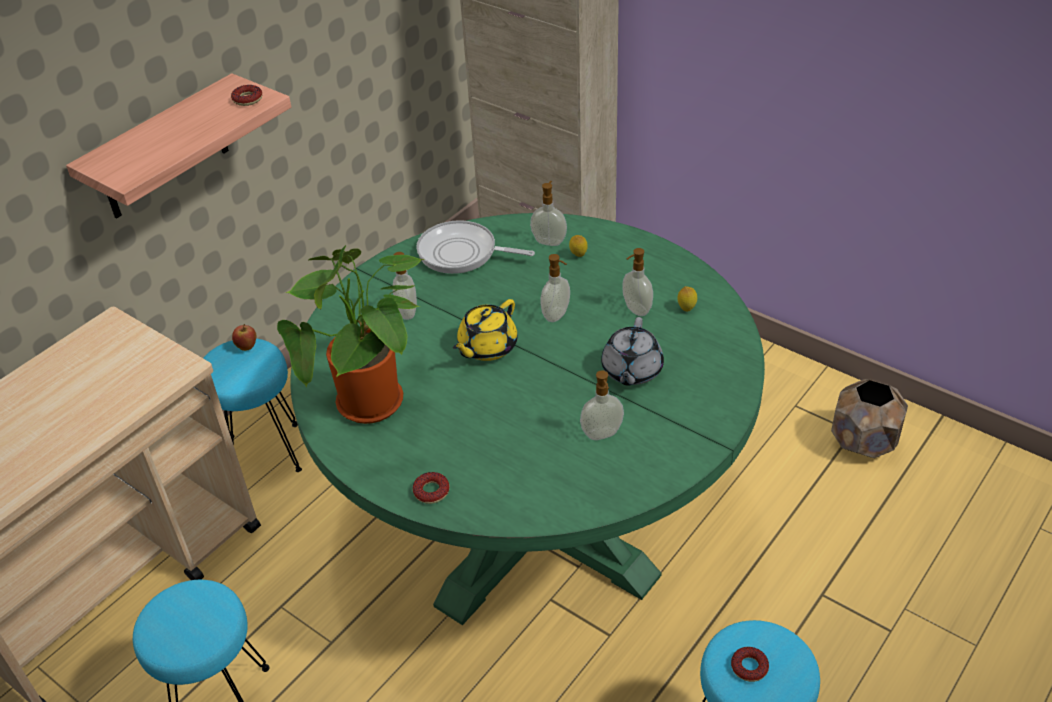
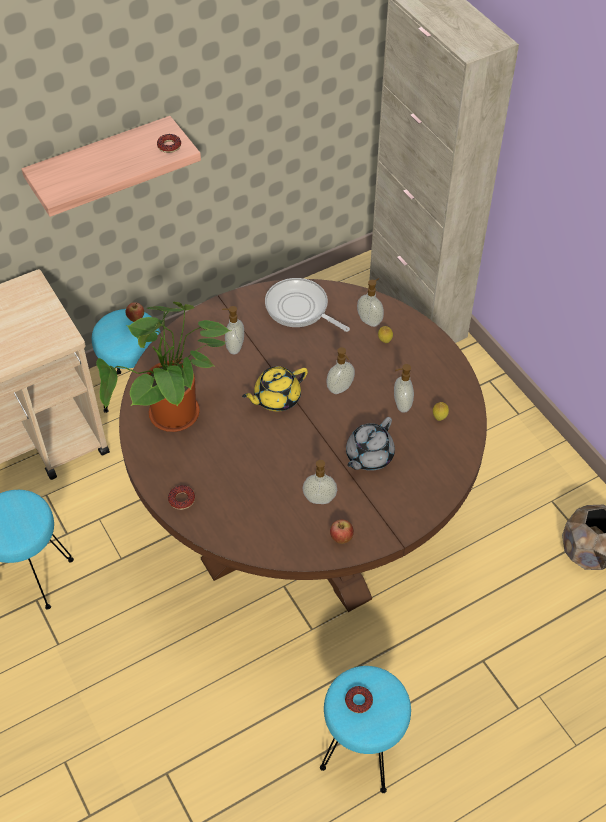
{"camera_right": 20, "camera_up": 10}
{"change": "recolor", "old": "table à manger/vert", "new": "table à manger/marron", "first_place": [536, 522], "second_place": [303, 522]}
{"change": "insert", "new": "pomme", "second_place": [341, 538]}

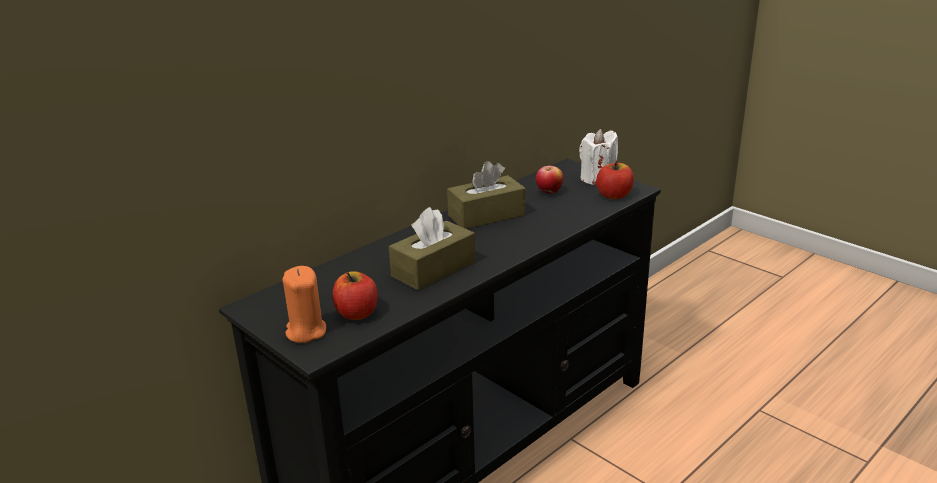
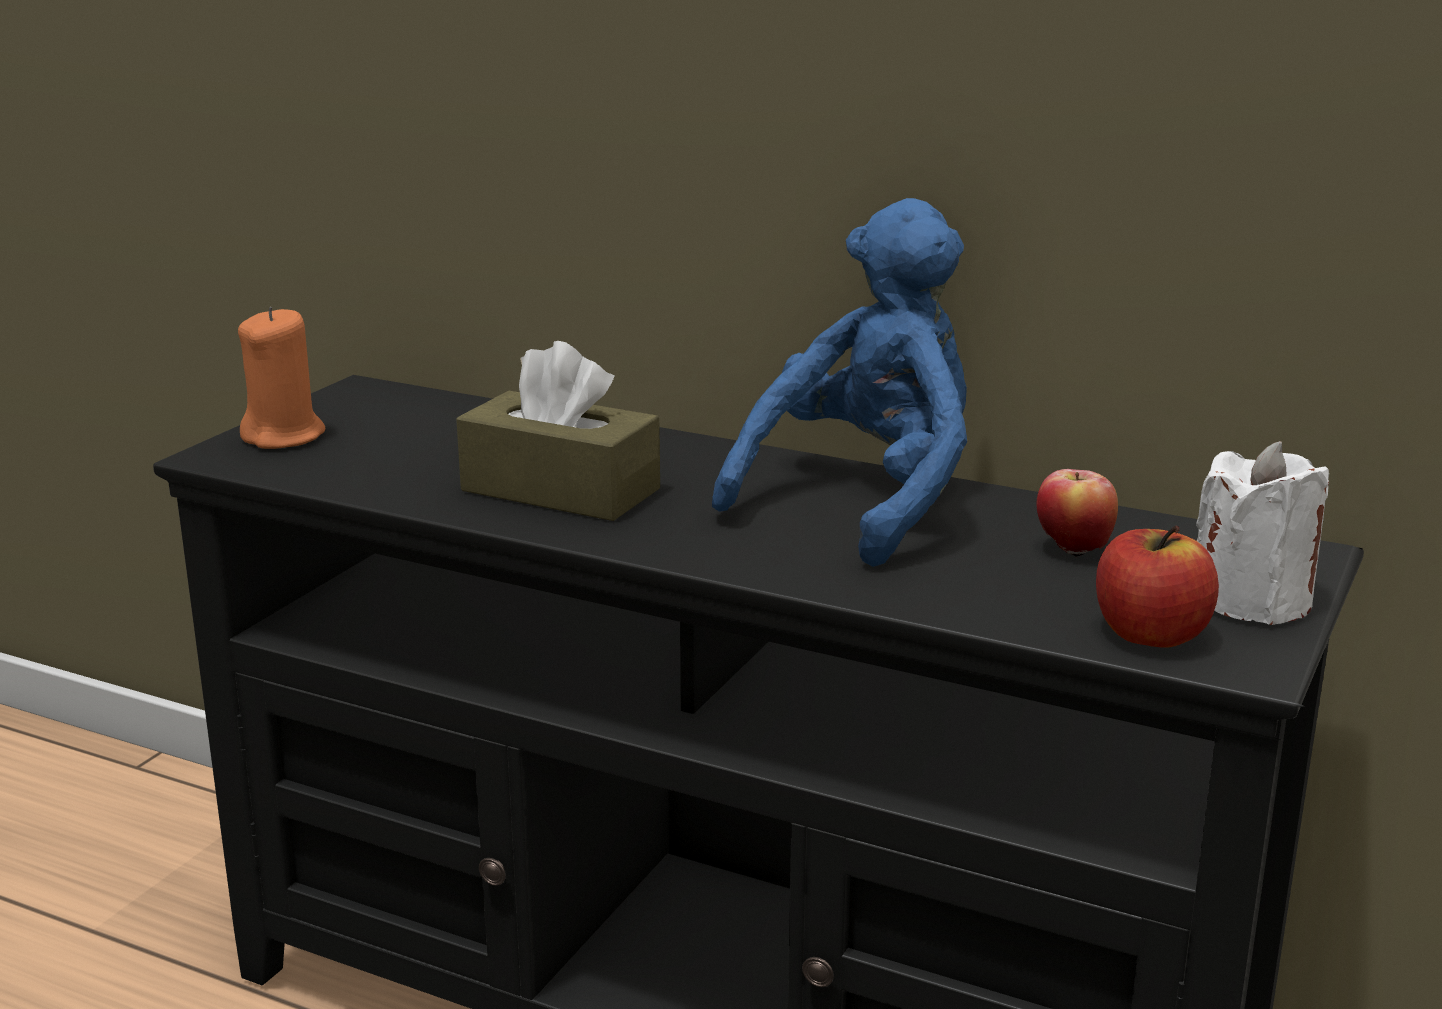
{"camera_right": 70, "camera_up": -5}
{"change": "replace", "old": "boîte à mouchoirs/marron", "new": "peluche/bleu", "first_place": [486, 215], "second_place": [866, 501]}
{"change": "delete", "old": "pomme", "first_place": [357, 313]}

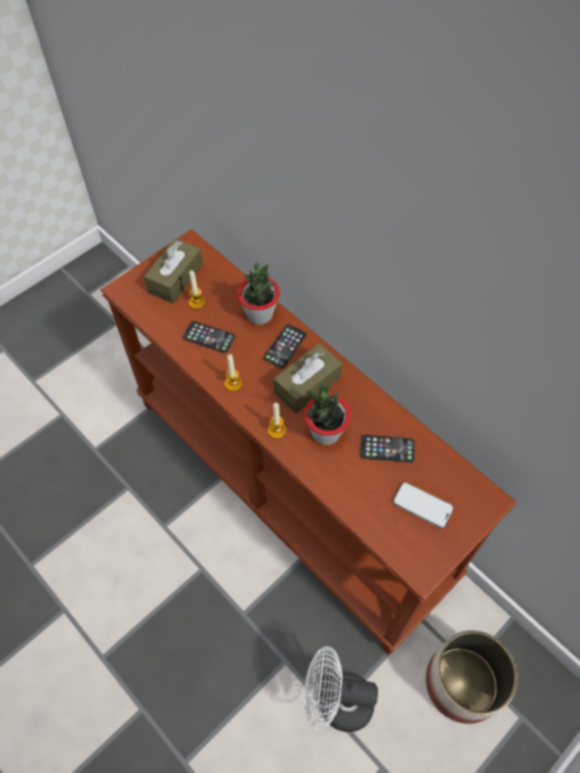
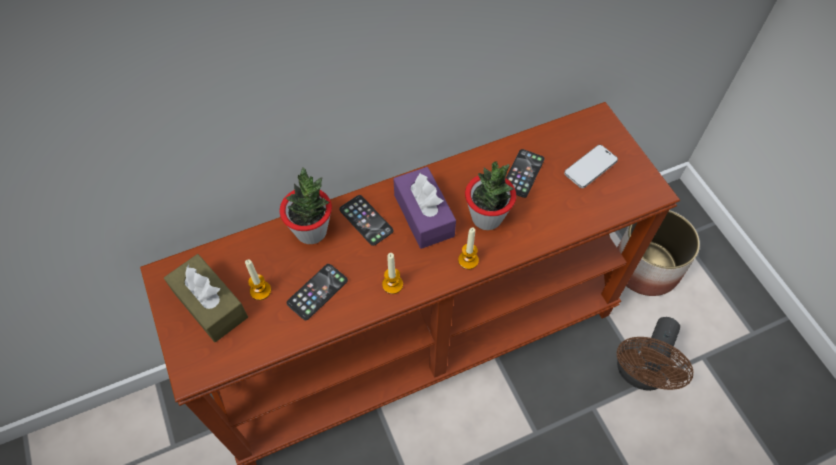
{"camera_right": -70, "camera_up": 0}
{"change": "recolor", "old": "boîte à mouchoirs/marron", "new": "boîte à mouchoirs/violet", "first_place": [307, 385], "second_place": [424, 215]}
{"change": "recolor", "old": "ventilateur/blanc", "new": "ventilateur/marron", "first_place": [336, 701], "second_place": [640, 374]}

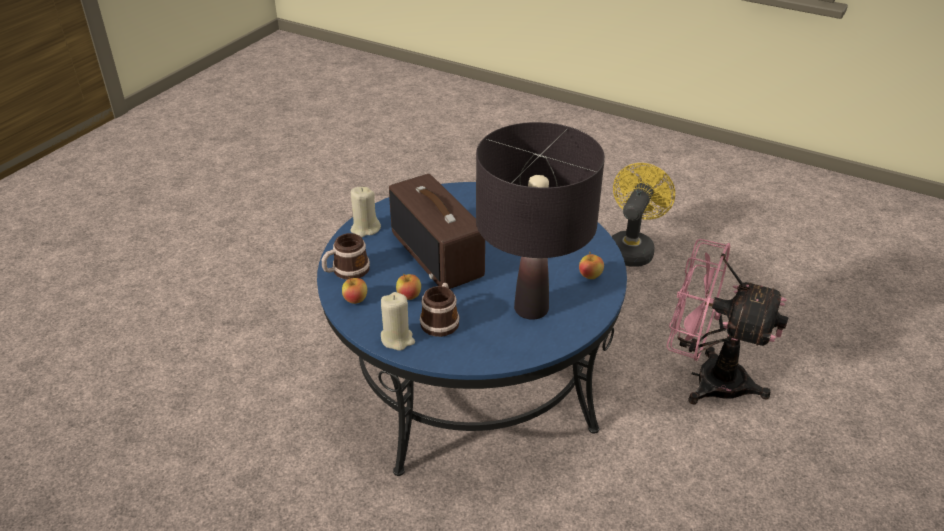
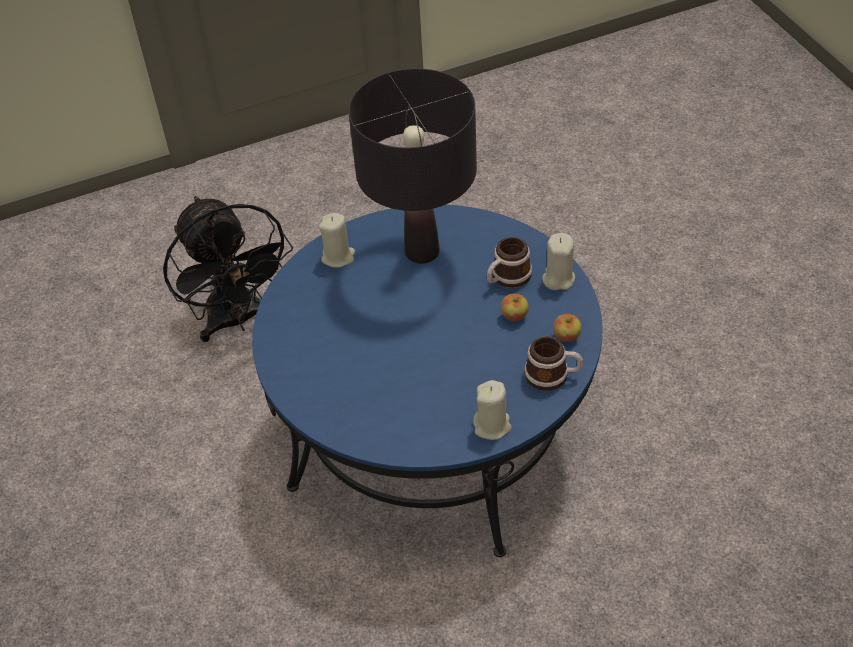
{"camera_right": -140, "camera_up": 10}
{"change": "recolor", "old": "ventilateur/rose", "new": "ventilateur/noir", "first_place": [706, 379], "second_place": [238, 320]}
{"change": "replace", "old": "pomme", "new": "bougie/beige", "first_place": [590, 276], "second_place": [338, 257]}
{"change": "delete", "old": "radio", "first_place": [438, 254]}
{"change": "delete", "old": "ventilateur/jaune", "first_place": [632, 248]}

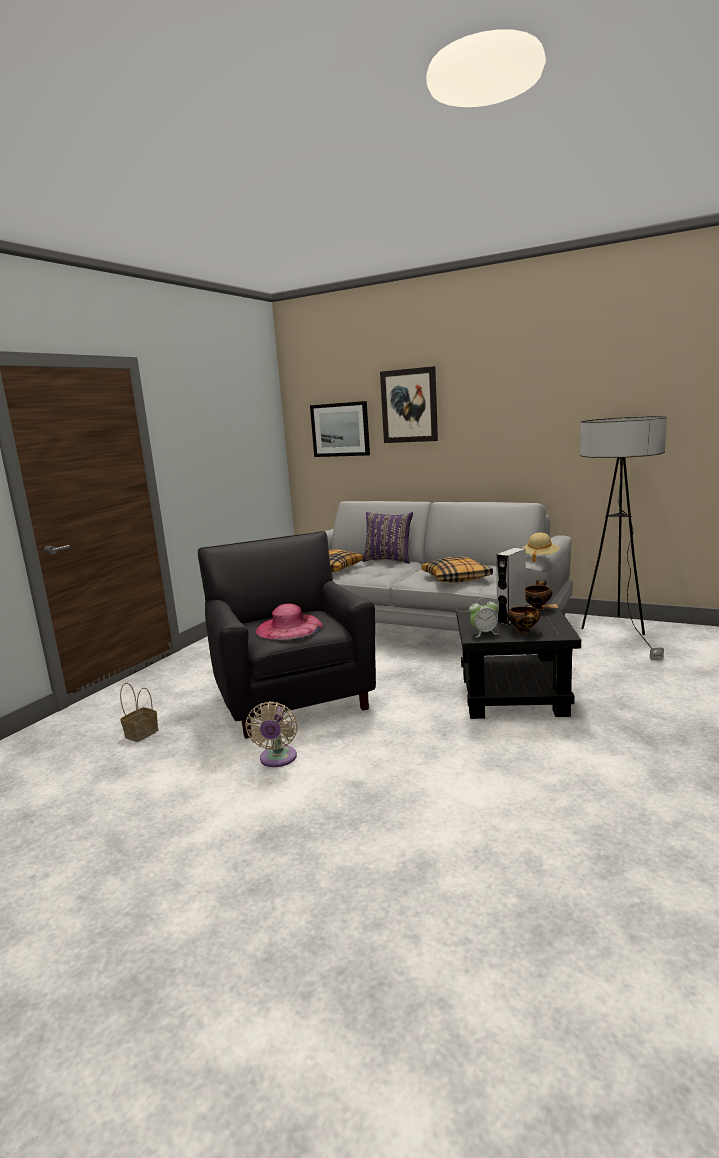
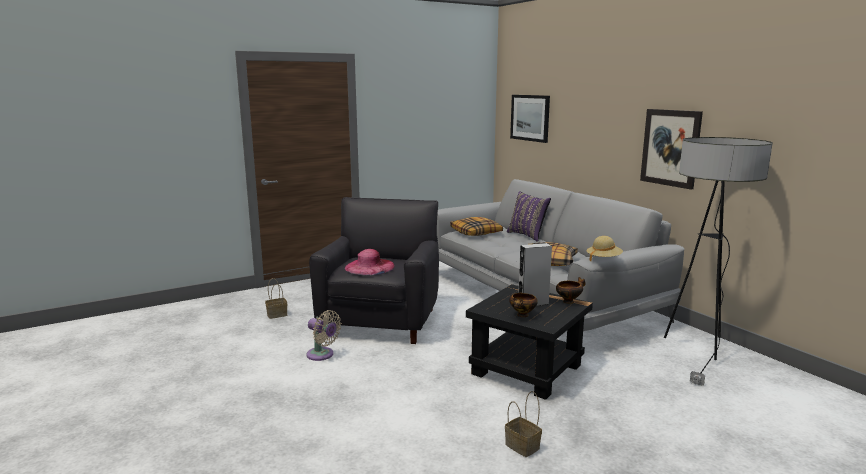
{"camera_right": 30, "camera_up": 0}
{"change": "rotate", "old": "ventilateur/beige", "first_place": [277, 759], "second_place": [322, 355], "degrees": -90}
{"change": "insert", "new": "panier", "second_place": [521, 446]}
{"change": "move", "old": "tableau", "first_place": [409, 406], "second_place": [670, 148]}
{"change": "delete", "old": "réveil", "first_place": [484, 633]}

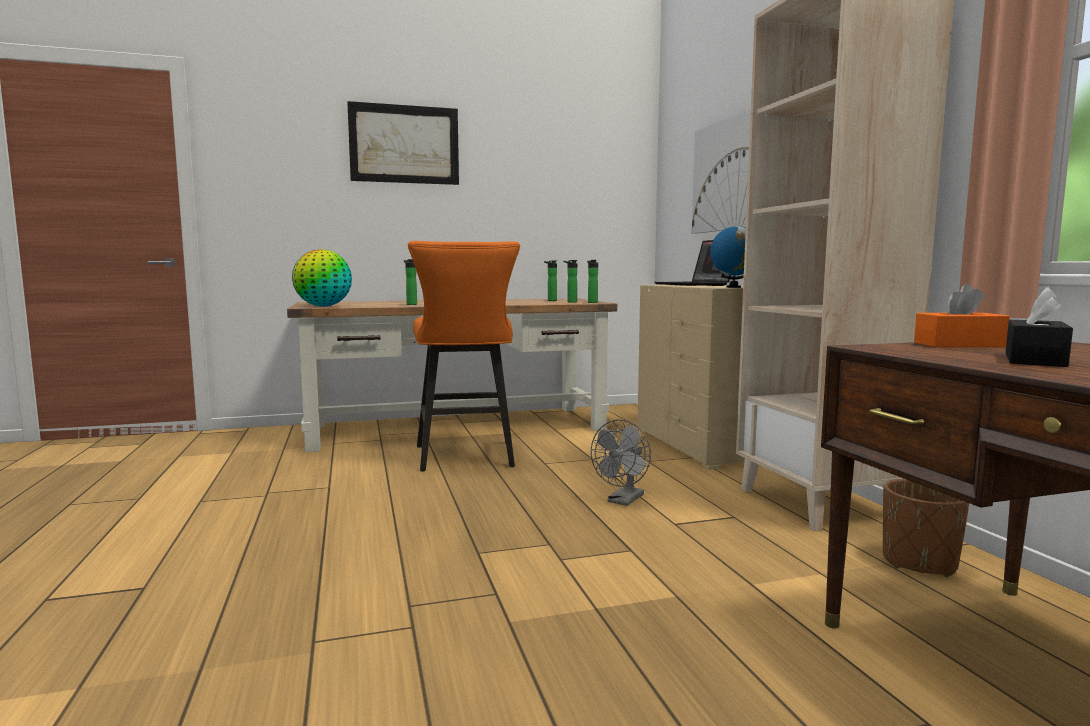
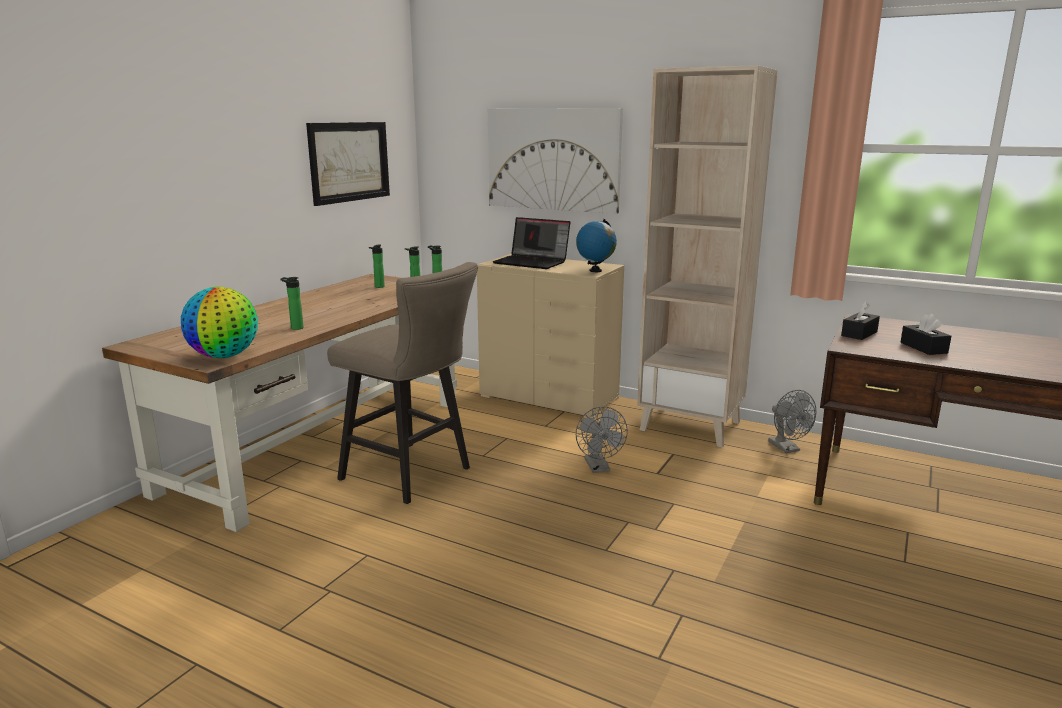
{"camera_right": -45, "camera_up": 10}
{"change": "move", "old": "tableau", "first_place": [404, 144], "second_place": [349, 161]}
{"change": "recolor", "old": "tabouret/orange", "new": "tabouret/beige", "first_place": [466, 458], "second_place": [413, 475]}
{"change": "replace", "old": "cache-pot/marron", "new": "ventilateur/gris", "first_place": [919, 563], "second_place": [787, 448]}
{"change": "recolor", "old": "boîte à mouchoirs/orange", "new": "boîte à mouchoirs/noir", "first_place": [959, 345], "second_place": [859, 334]}

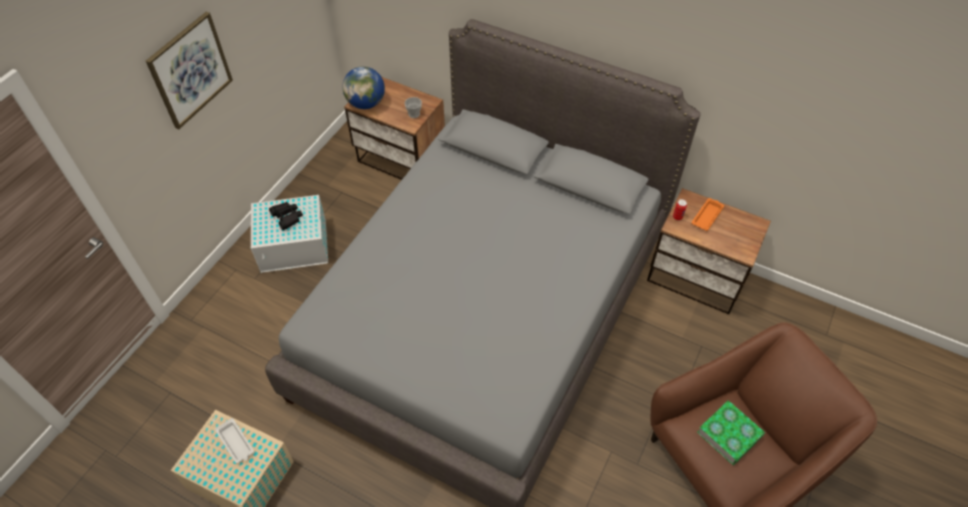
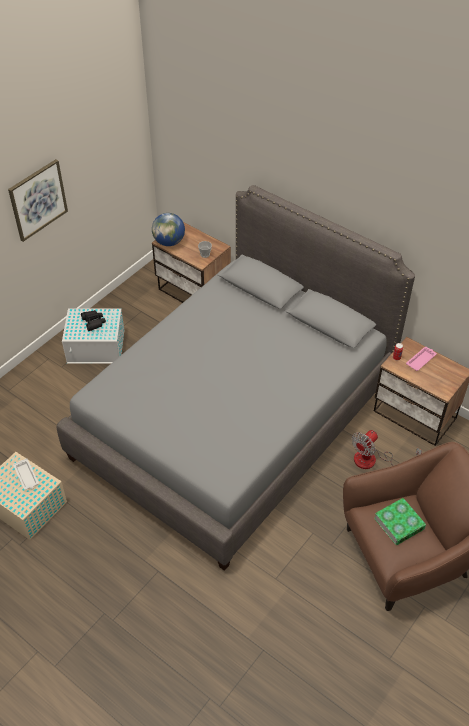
{"camera_right": 10, "camera_up": -5}
{"change": "insert", "new": "ventilateur", "second_place": [373, 460]}
{"change": "recolor", "old": "plateau/orange", "new": "plateau/rose", "first_place": [707, 216], "second_place": [421, 360]}

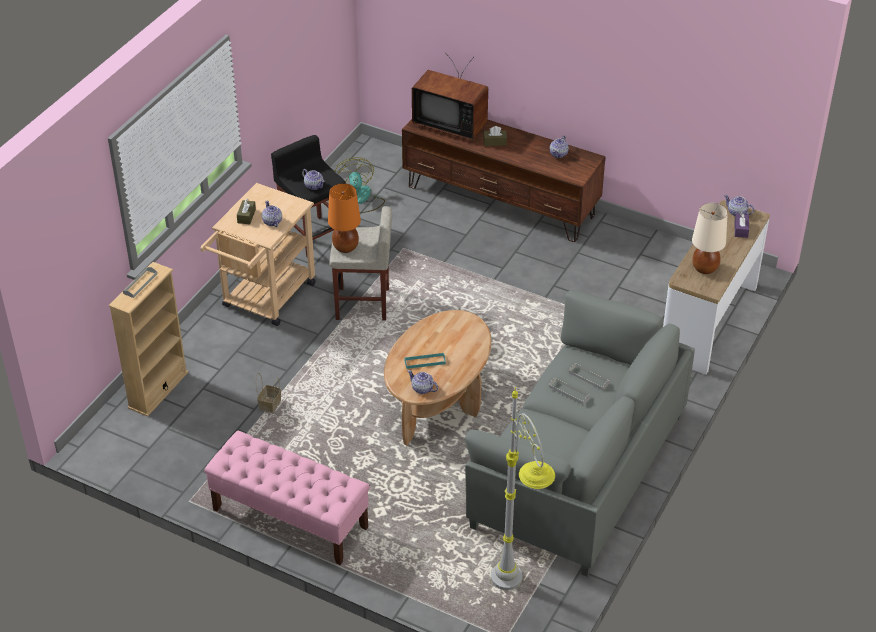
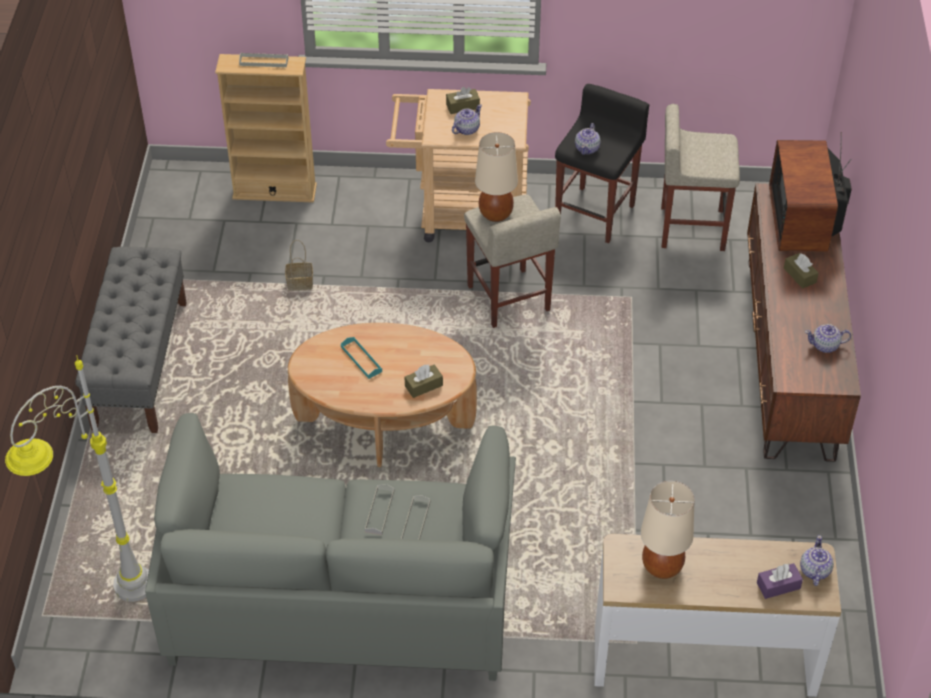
{"camera_right": 65, "camera_up": 5}
{"change": "recolor", "old": "banc/rose", "new": "banc/gris", "first_place": [289, 519], "second_place": [140, 364]}
{"change": "insert", "new": "boîte à mouchoirs/marron", "second_place": [423, 386]}
{"change": "recolor", "old": "lampe de table/orange", "new": "lampe de table/beige", "first_place": [346, 247], "second_place": [496, 214]}
{"change": "replace", "old": "ventilateur", "new": "tabouret/beige", "first_place": [360, 200], "second_place": [691, 228]}
{"change": "delete", "old": "théière", "first_place": [422, 389]}

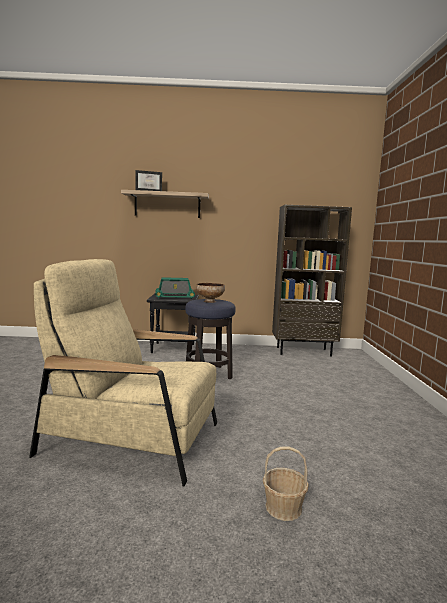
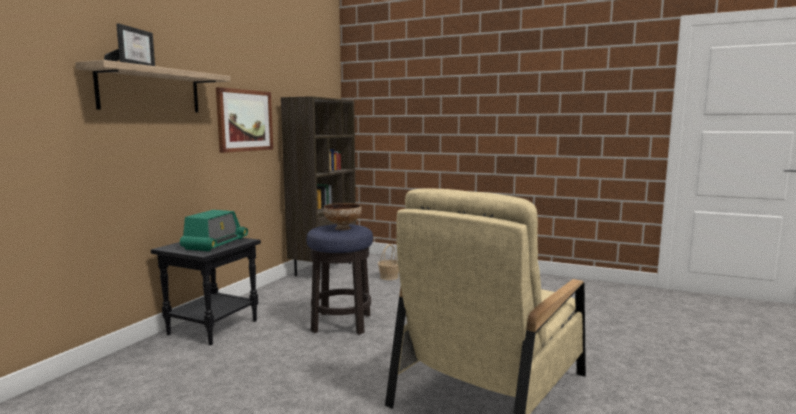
{"camera_right": -65, "camera_up": 0}
{"change": "insert", "new": "tableau", "second_place": [245, 120]}
{"change": "move", "old": "panier", "first_place": [283, 507], "second_place": [389, 277]}

